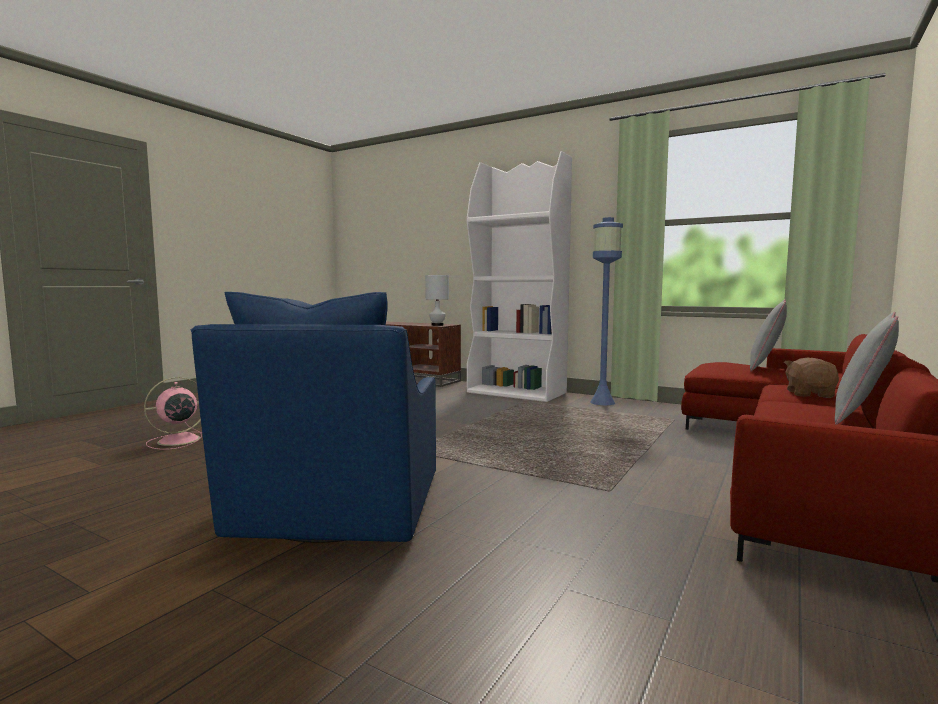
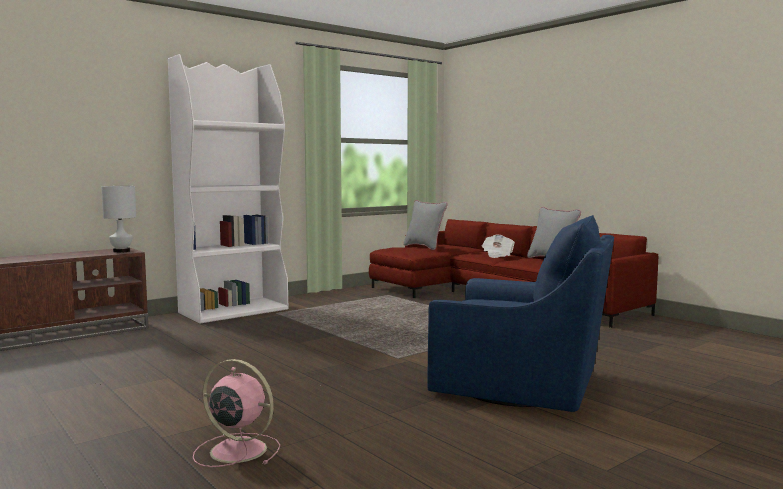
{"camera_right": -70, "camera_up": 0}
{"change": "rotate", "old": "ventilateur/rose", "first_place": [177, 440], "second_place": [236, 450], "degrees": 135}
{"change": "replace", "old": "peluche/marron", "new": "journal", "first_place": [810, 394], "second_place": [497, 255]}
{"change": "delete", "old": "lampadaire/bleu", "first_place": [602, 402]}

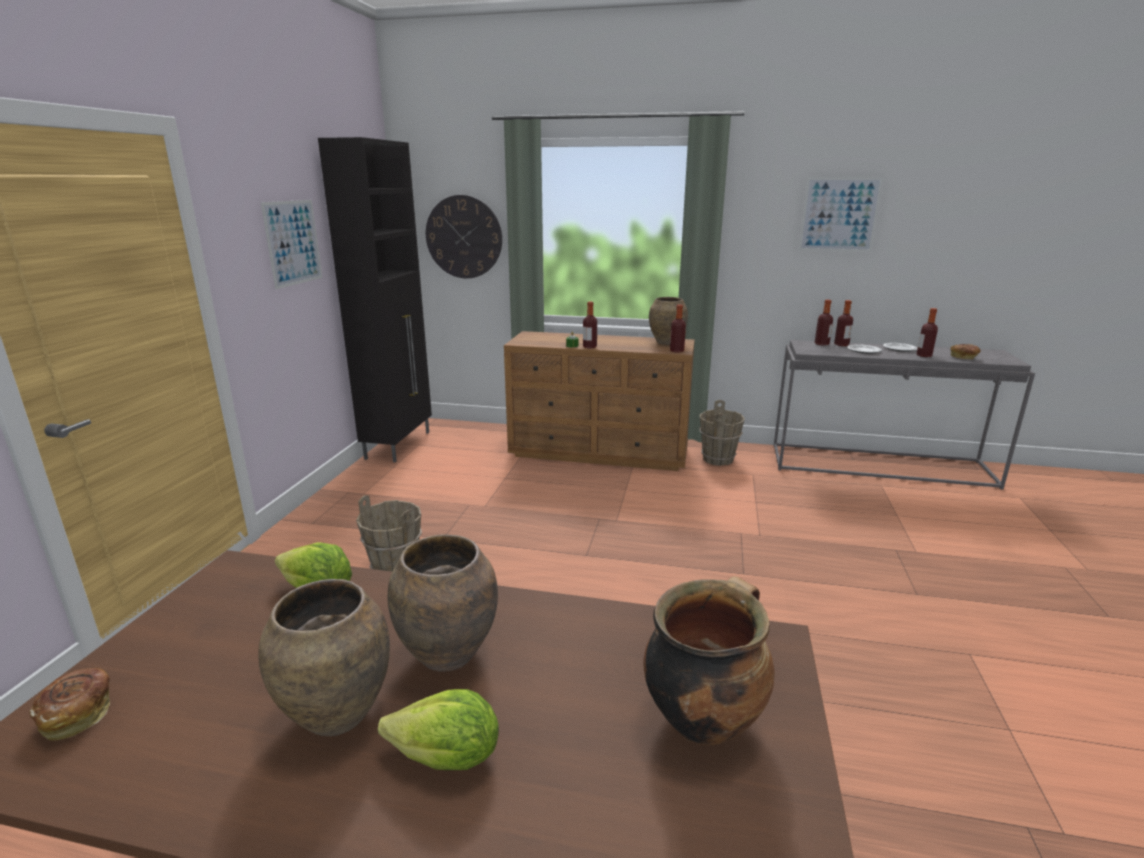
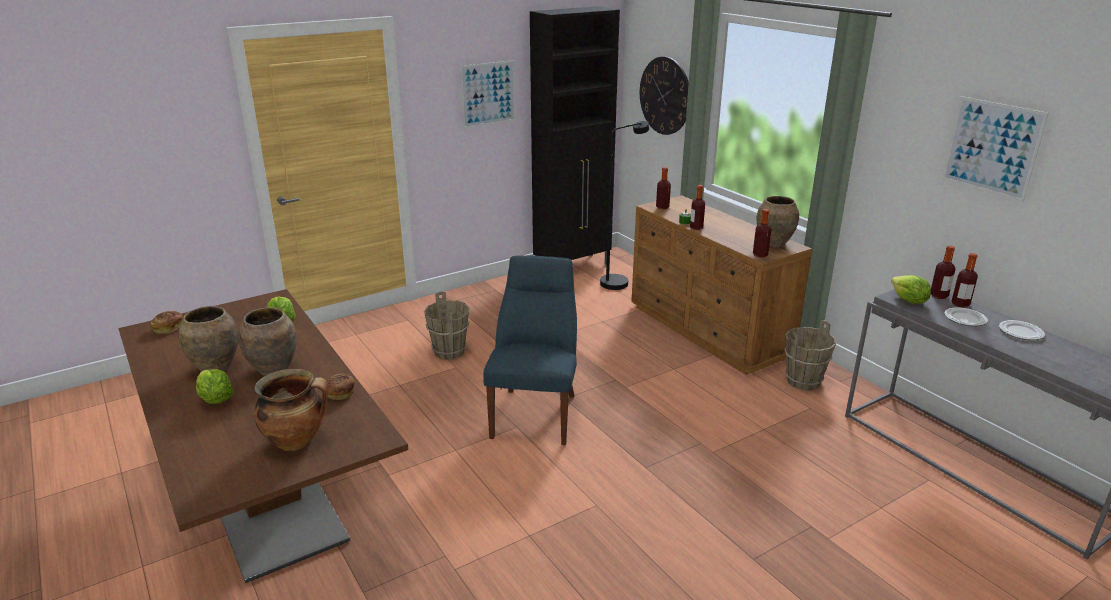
{"camera_right": 45, "camera_up": 5}
{"change": "move", "old": "pain", "first_place": [964, 357], "second_place": [340, 394]}
{"change": "insert", "new": "chaise/bleu", "second_place": [536, 413]}
{"change": "insert", "new": "lampadaire/noir", "second_place": [619, 281]}
{"change": "move", "old": "bouteille", "first_place": [924, 355], "second_place": [662, 207]}
{"change": "insert", "new": "laitue", "second_place": [908, 301]}

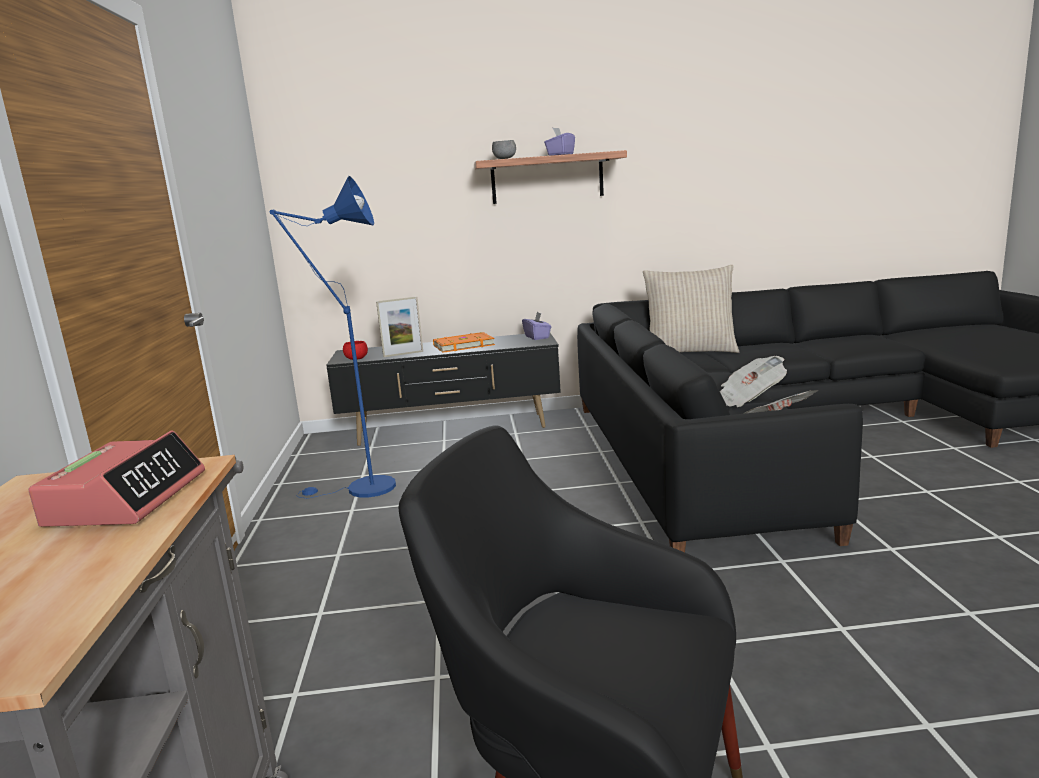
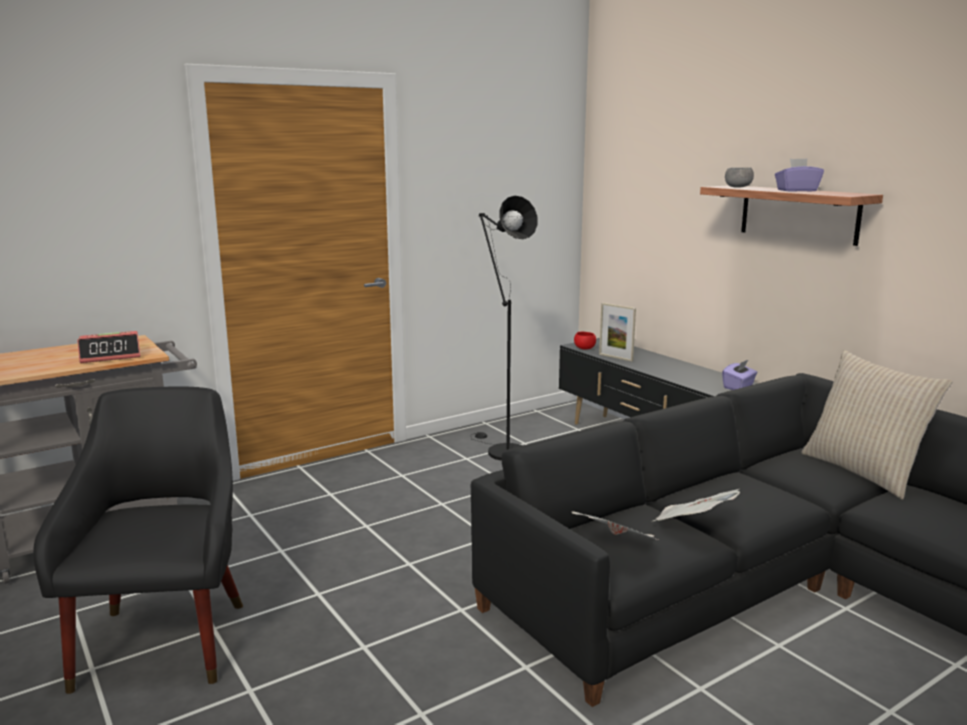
{"camera_right": 60, "camera_up": 0}
{"change": "recolor", "old": "lampadaire/bleu", "new": "lampadaire/noir", "first_place": [362, 489], "second_place": [502, 450]}
{"change": "delete", "old": "livre/orange", "first_place": [463, 345]}

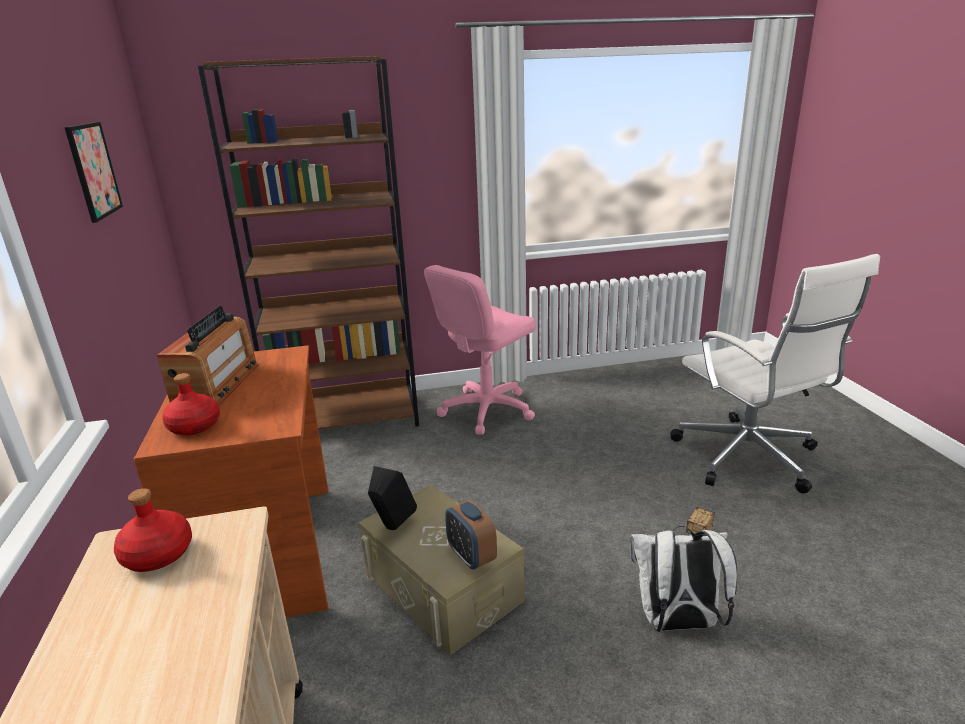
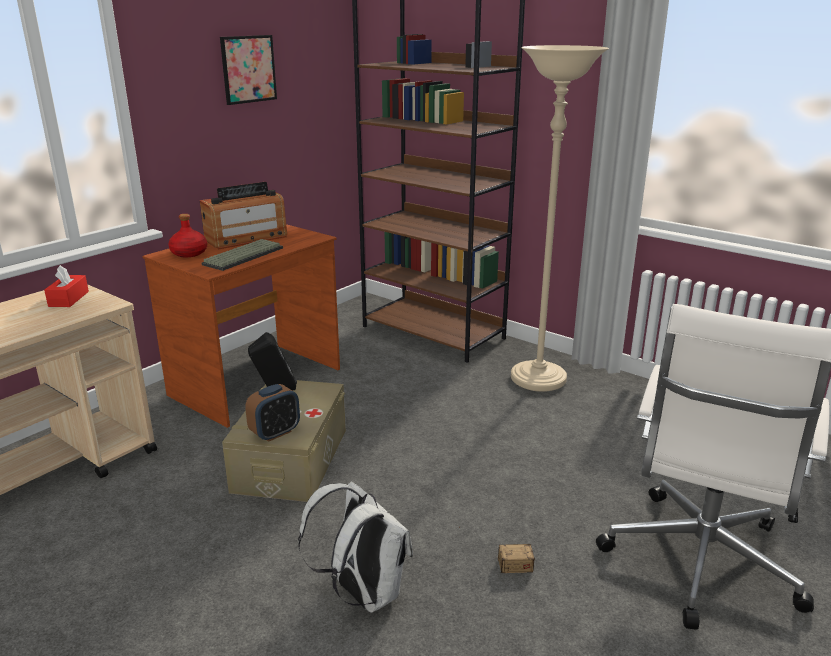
{"camera_right": 50, "camera_up": 0}
{"change": "replace", "old": "bouteille/rouge", "new": "boîte à mouchoirs/rouge", "first_place": [159, 554], "second_place": [69, 299]}
{"change": "insert", "new": "clavier", "second_place": [243, 256]}
{"change": "rotate", "old": "réveil", "first_place": [471, 556], "second_place": [275, 433], "degrees": -150}
{"change": "replace", "old": "chaise de bureau/rose", "new": "lampadaire/beige", "first_place": [486, 410], "second_place": [538, 379]}

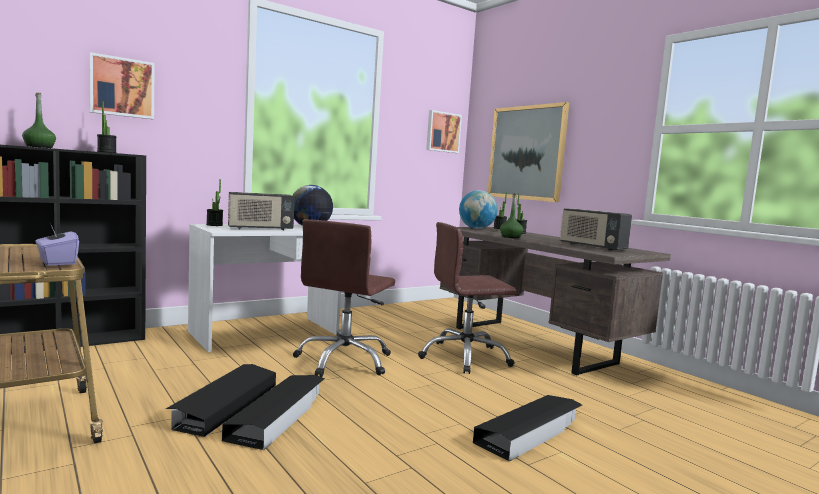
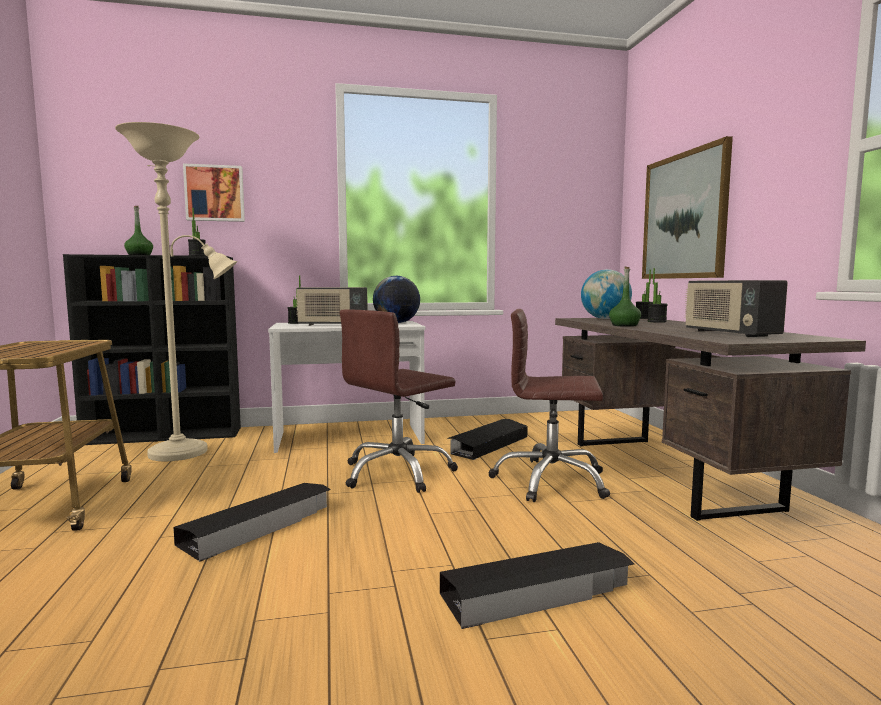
{"camera_right": 25, "camera_up": 0}
{"change": "insert", "new": "lampadaire/beige", "second_place": [186, 452]}
{"change": "move", "old": "boîte de rangement/noir", "first_place": [225, 405], "second_place": [488, 445]}
{"change": "delete", "old": "boîte à mouchoirs/violet", "first_place": [57, 262]}
{"change": "delete", "old": "tableau", "first_place": [442, 132]}

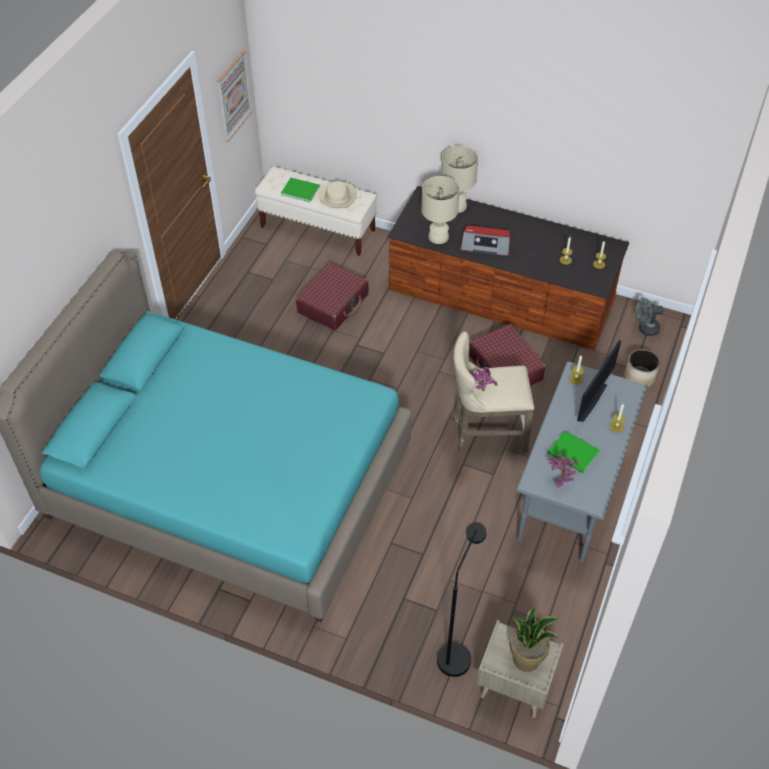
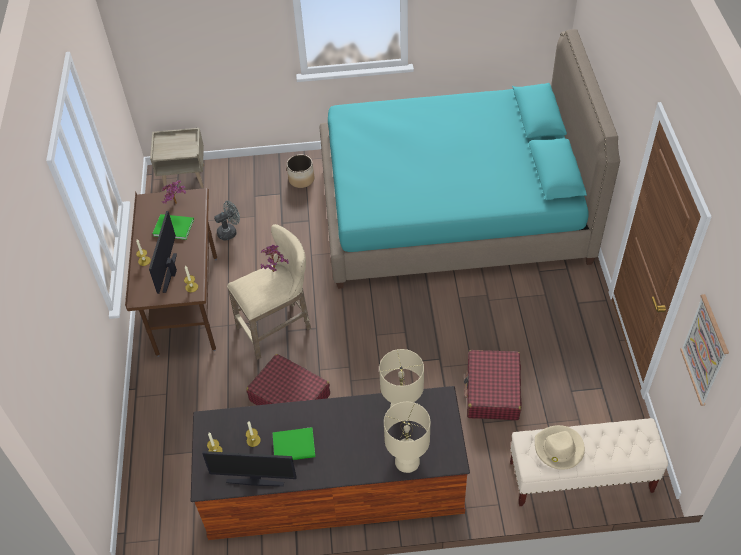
{"camera_right": 155, "camera_up": 0}
{"change": "recolor", "old": "bureau/gris", "new": "bureau/marron", "first_place": [569, 498], "second_place": [187, 305]}
{"change": "insert", "new": "écran d'ordinateur", "second_place": [255, 481]}
{"change": "move", "old": "ventilateur/gris", "first_place": [645, 329], "second_place": [230, 232]}
{"change": "move", "old": "livre/vert", "first_place": [299, 190], "second_place": [295, 446]}
{"change": "move", "old": "cache-pot", "first_place": [638, 377], "second_place": [302, 179]}
{"change": "delete", "old": "lampadaire/noir", "first_place": [456, 651]}
{"change": "delete", "old": "radio", "first_place": [485, 245]}
{"change": "delete", "old": "plante en pot", "first_place": [526, 658]}

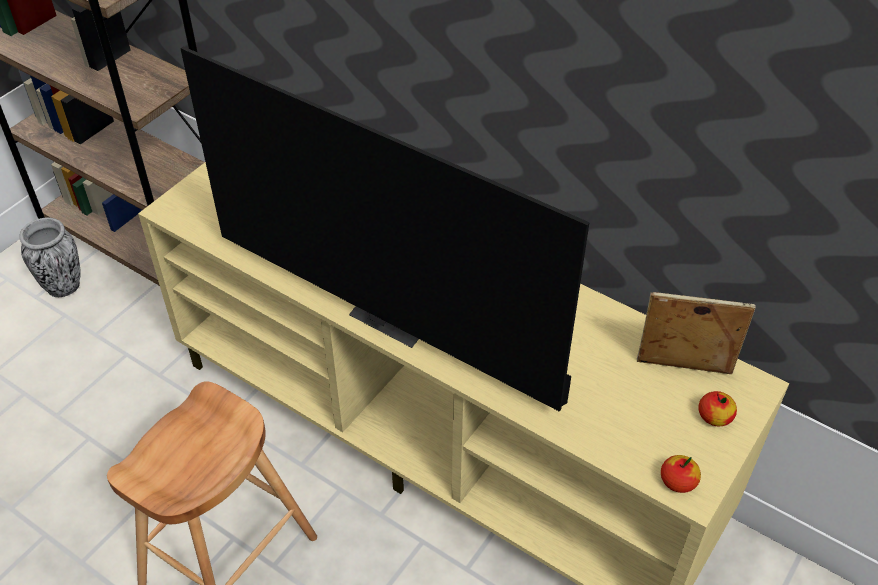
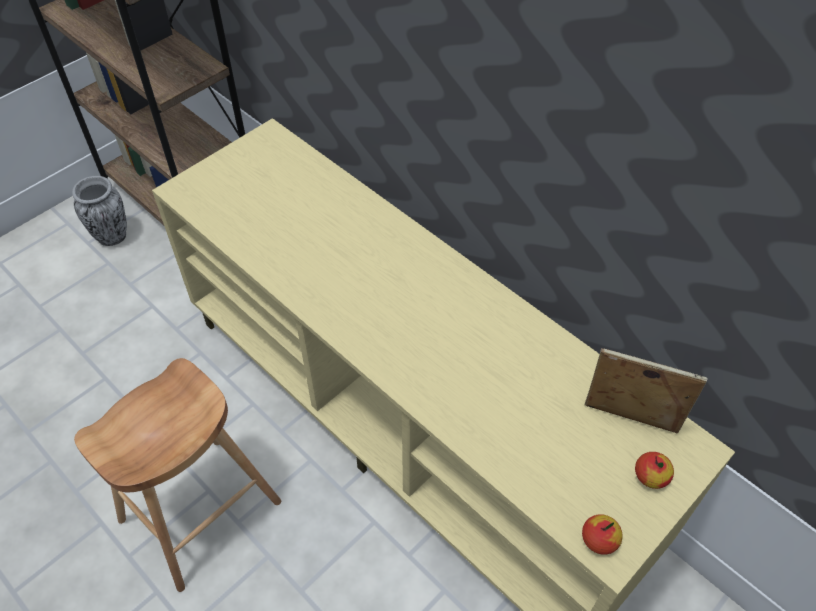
{"camera_right": 10, "camera_up": 5}
{"change": "delete", "old": "téléviseur", "first_place": [395, 315]}

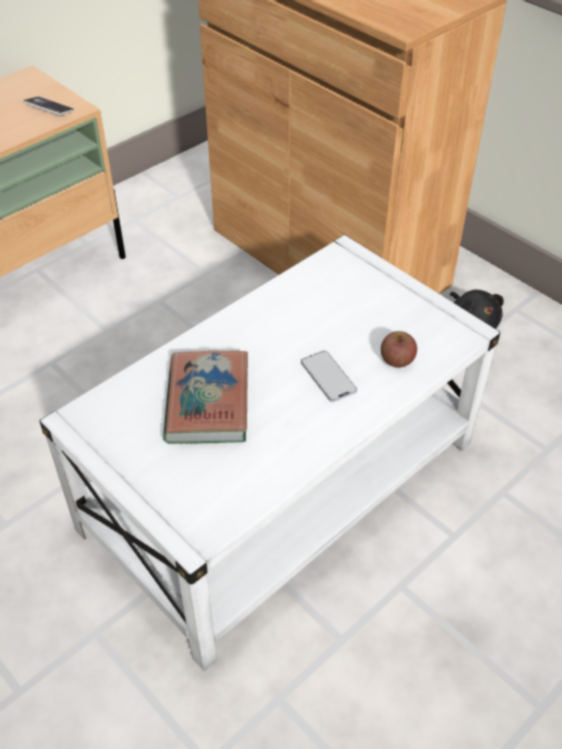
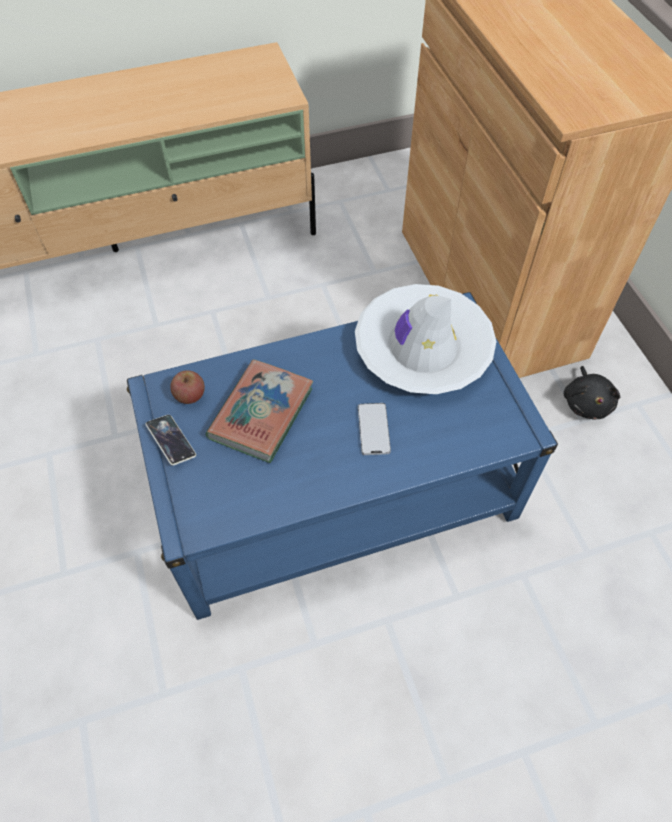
{"camera_right": 25, "camera_up": 10}
{"change": "recolor", "old": "table basse/blanc", "new": "table basse/bleu", "first_place": [281, 485], "second_place": [336, 489]}
{"change": "move", "old": "téléphone", "first_place": [49, 109], "second_place": [171, 441]}
{"change": "move", "old": "pomme", "first_place": [397, 360], "second_place": [190, 395]}
{"change": "insert", "new": "chapeau/blanc", "second_place": [422, 348]}

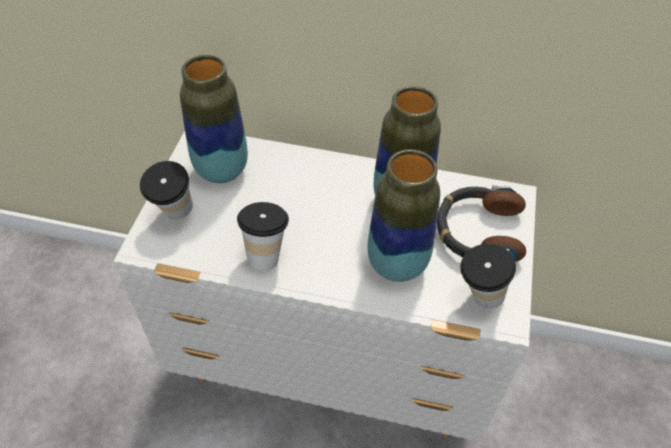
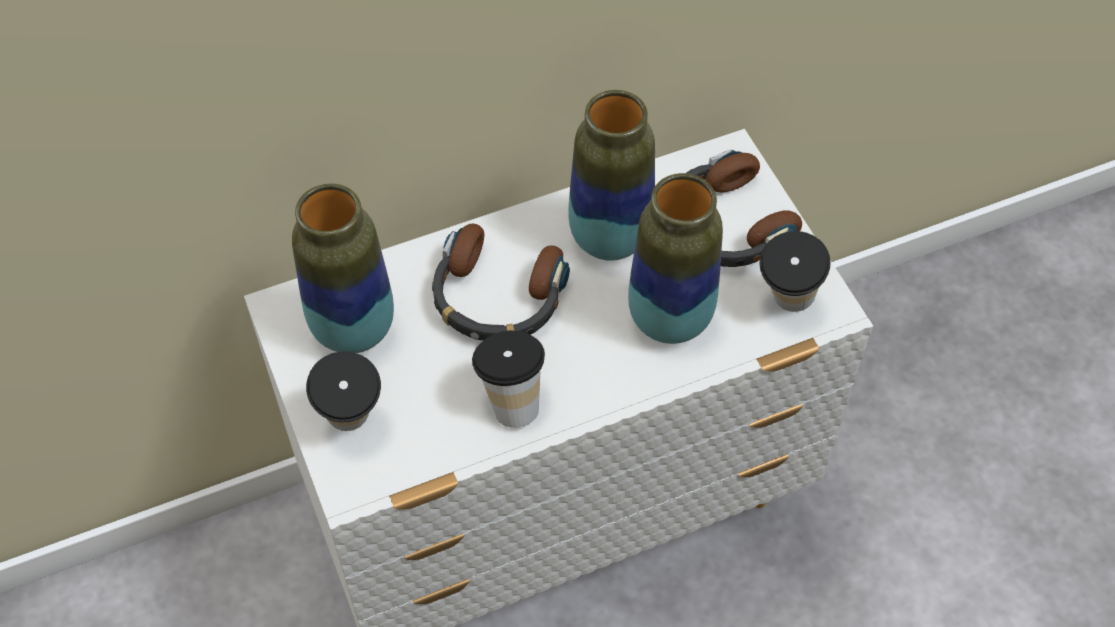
{"camera_right": -35, "camera_up": 5}
{"change": "insert", "new": "casque audio", "second_place": [496, 297]}

